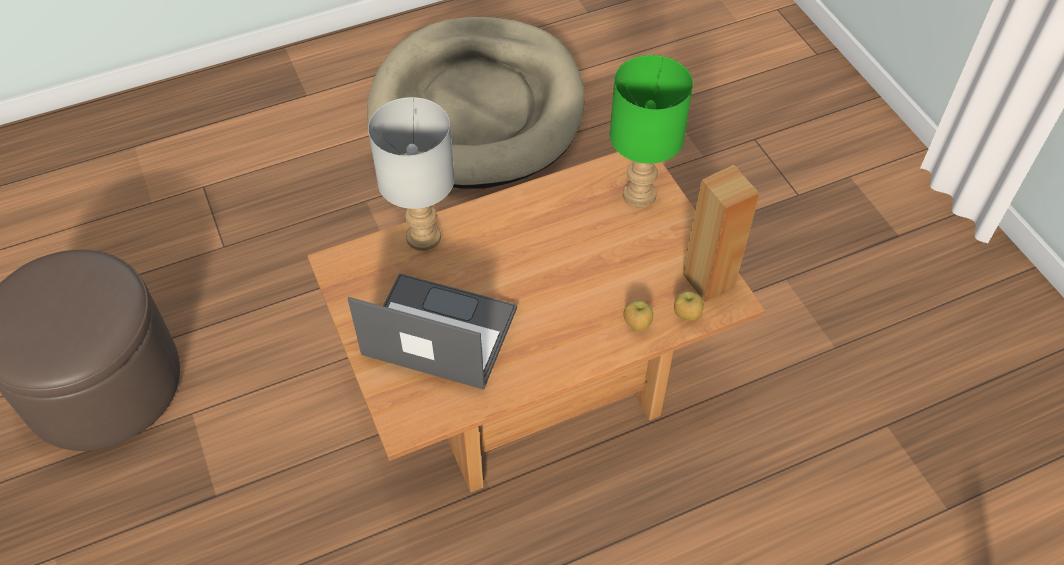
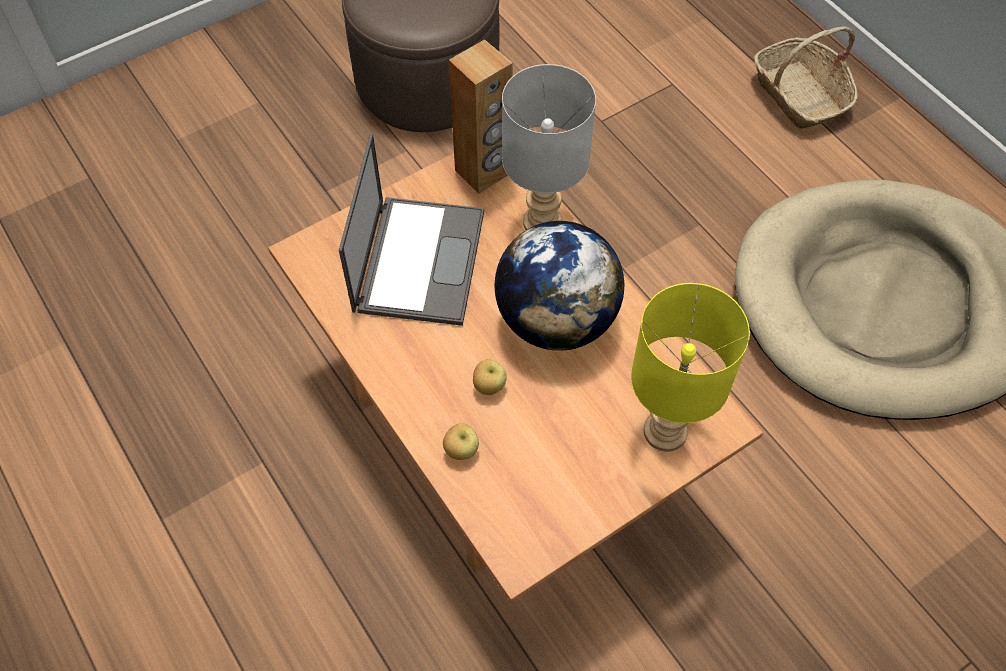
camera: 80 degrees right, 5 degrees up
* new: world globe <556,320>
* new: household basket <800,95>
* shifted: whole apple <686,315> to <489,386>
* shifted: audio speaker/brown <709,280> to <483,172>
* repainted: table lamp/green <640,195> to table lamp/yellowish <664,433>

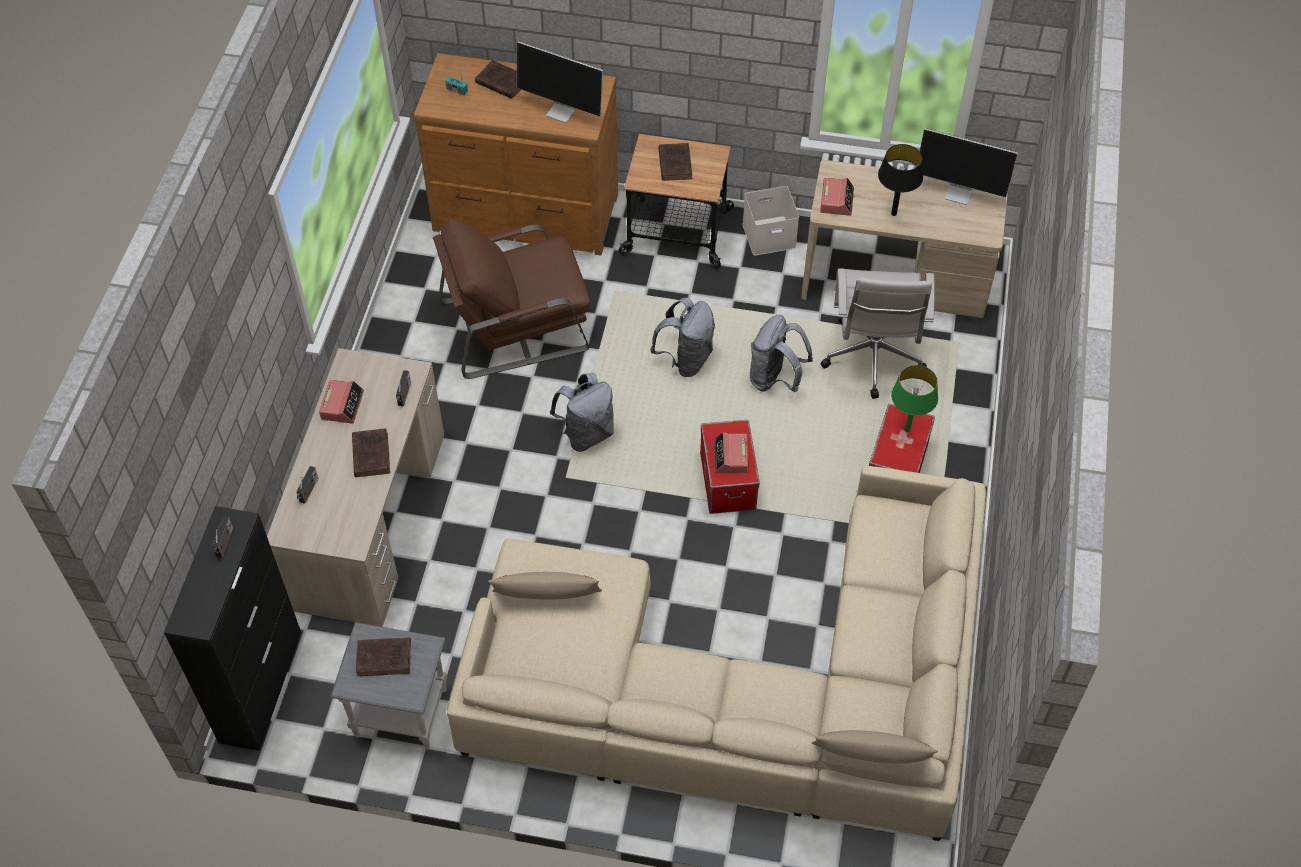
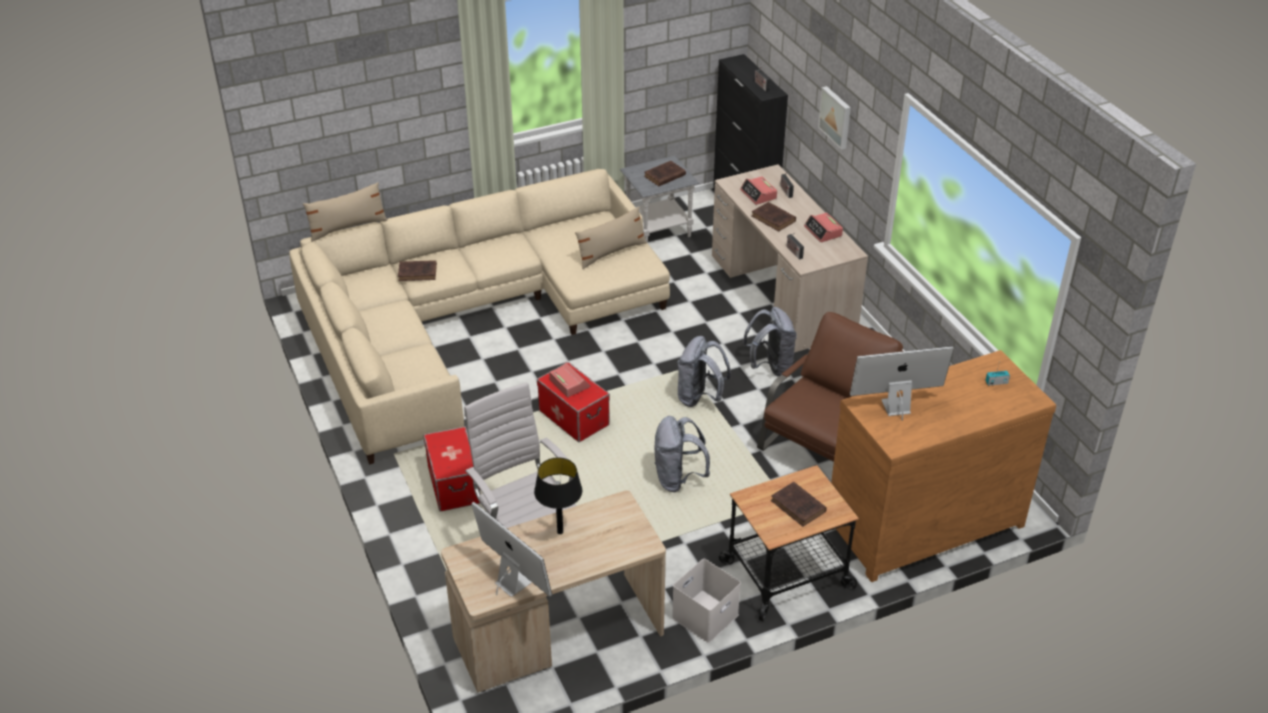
camera: 145 degrees right, 15 degrees down
* gone: table lamp/green <907,429>
* new: wall art <836,117>
* shifted: bound book/brown <501,82> to <418,273>
* shifted: knapsack/greyish <775,379> to <770,366>
* shifted: table clock <836,200> to <758,194>
* rotated: monitor <960,193> = <512,582> 60 degrees clockwise

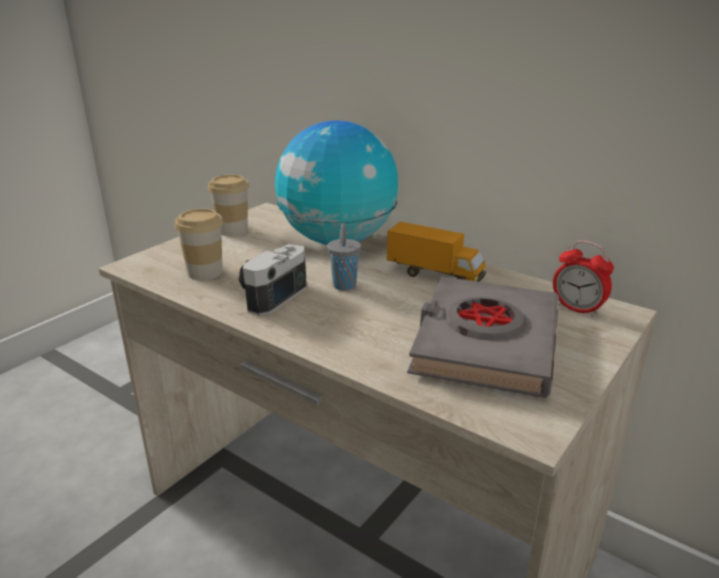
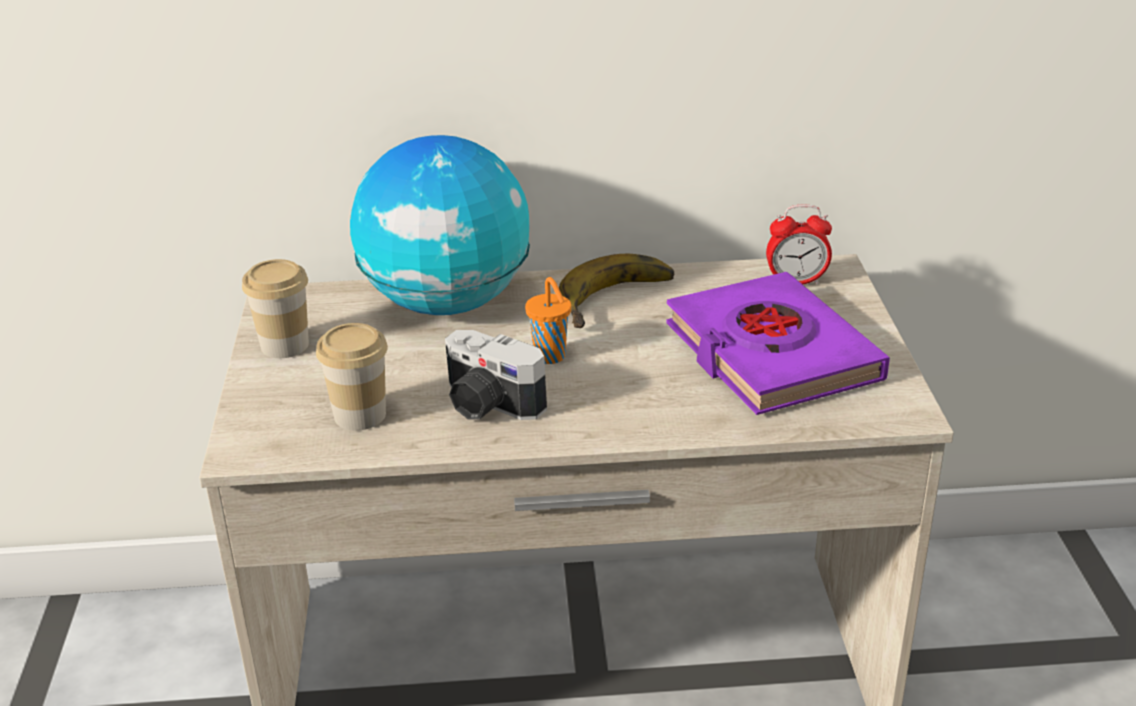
camera: 40 degrees left, 5 degrees up
* swapped: toy truck <435,275> to whole banana <621,301>
* repainted: drinking cup/greyish <344,286> to drinking cup/orange-coloured <551,357>
* repainted: bound book/greyish <485,343> to bound book/purplish <770,354>
* rotated: still camera <269,295> = <487,405> 45 degrees counterclockwise

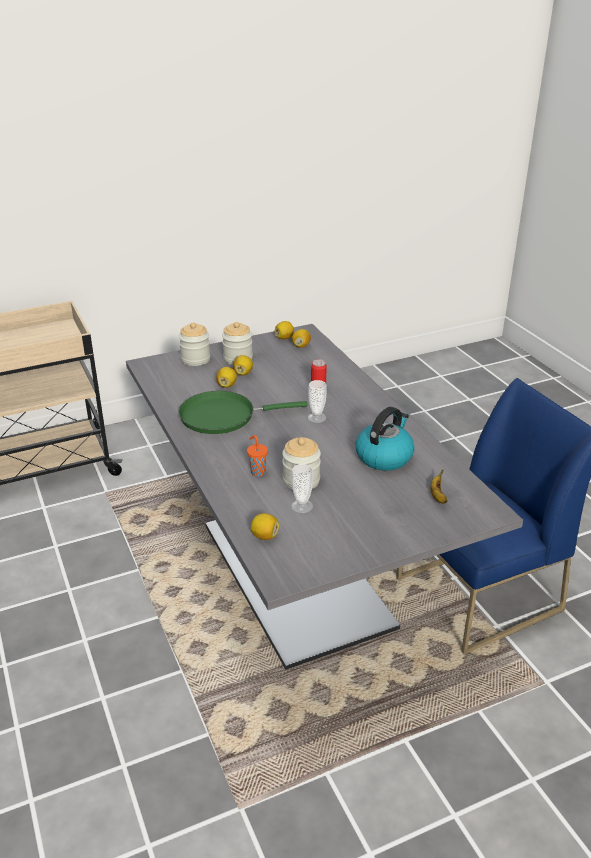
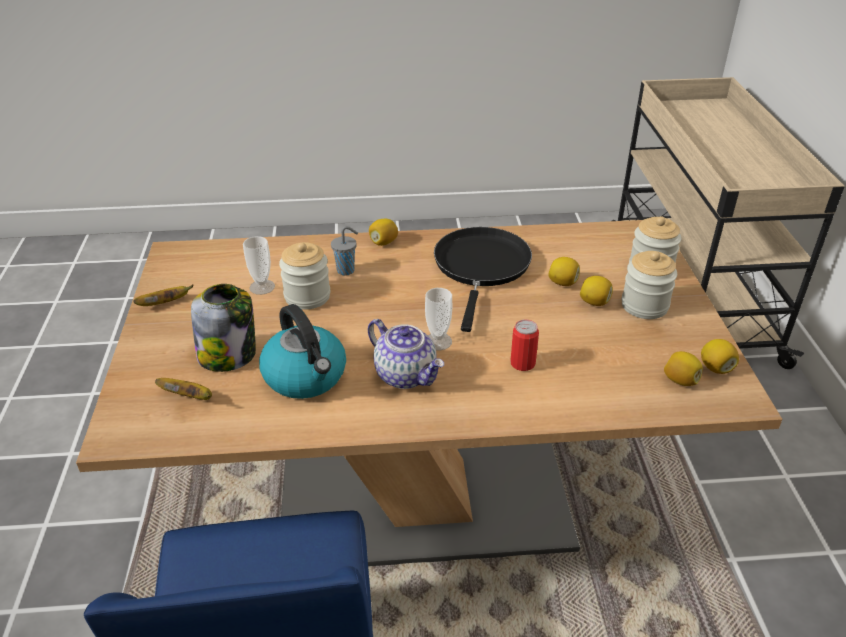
camera: 110 degrees right, 5 degrees up
* new: whole banana <165,303>
* new: jar <228,355>
* new: pot for tea <406,375>
* shifted: lemon <265,536> to <383,242>
* repainted: kitchen table/greyish <295,574> to kitchen table/brown <423,498>
* repainted: skillet/green <223,416> to skillet/black-coloured <481,267>
* repainted: drinking cup/orange-coloured <257,472> to drinking cup/greyish <347,270>

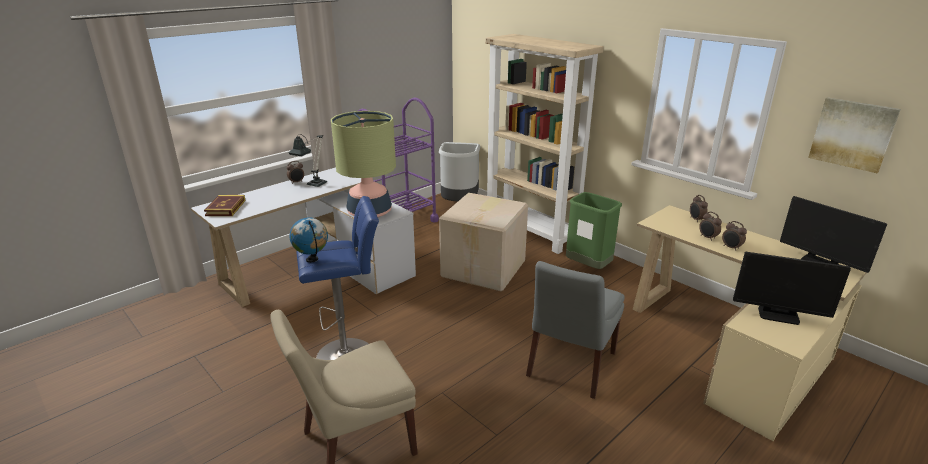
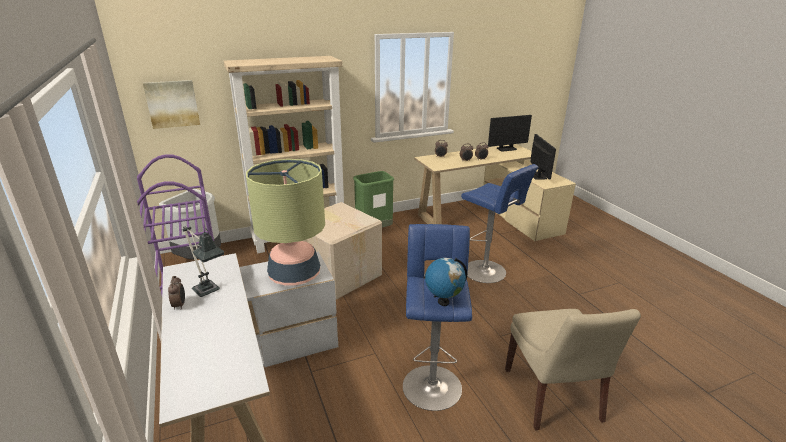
camera: 70 degrees left, 0 degrees up
* gone: bound book <225,208>
* shifted: wall art <852,134> to <172,104>
* swapped: plain chair/greyish <570,366> to sitting stool/blue-coloured <487,272>
* rotated: monitor <778,315> = <537,175> 45 degrees counterclockwise

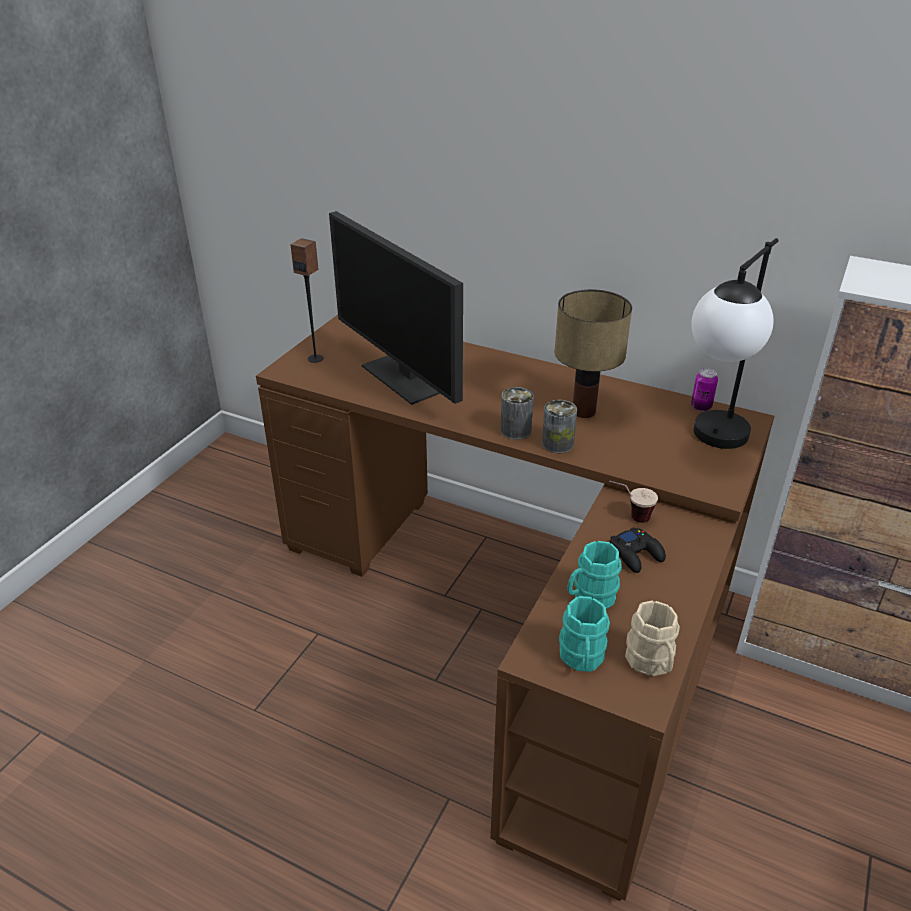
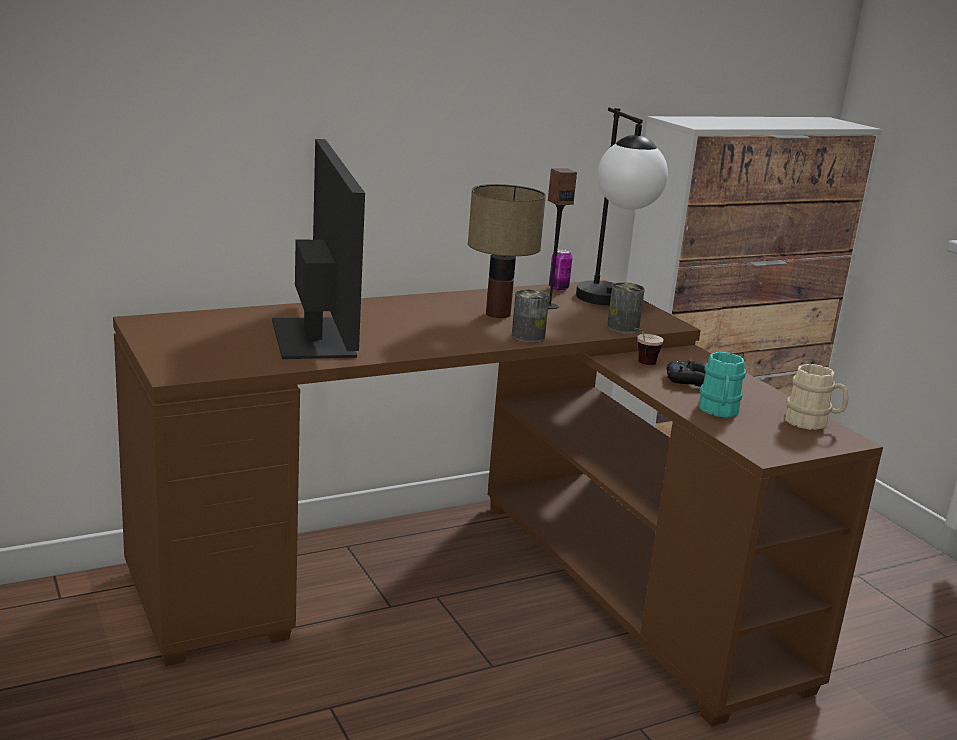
camera: 55 degrees left, 15 degrees down
* gone: coffee mug/turquoise-coloured <581,659>
* shifted: audio speaker <315,358> to <549,306>
* shifted: sealed can <515,430> to <623,328>
* rotated: monitor <409,376> = <313,337> 105 degrees counterclockwise

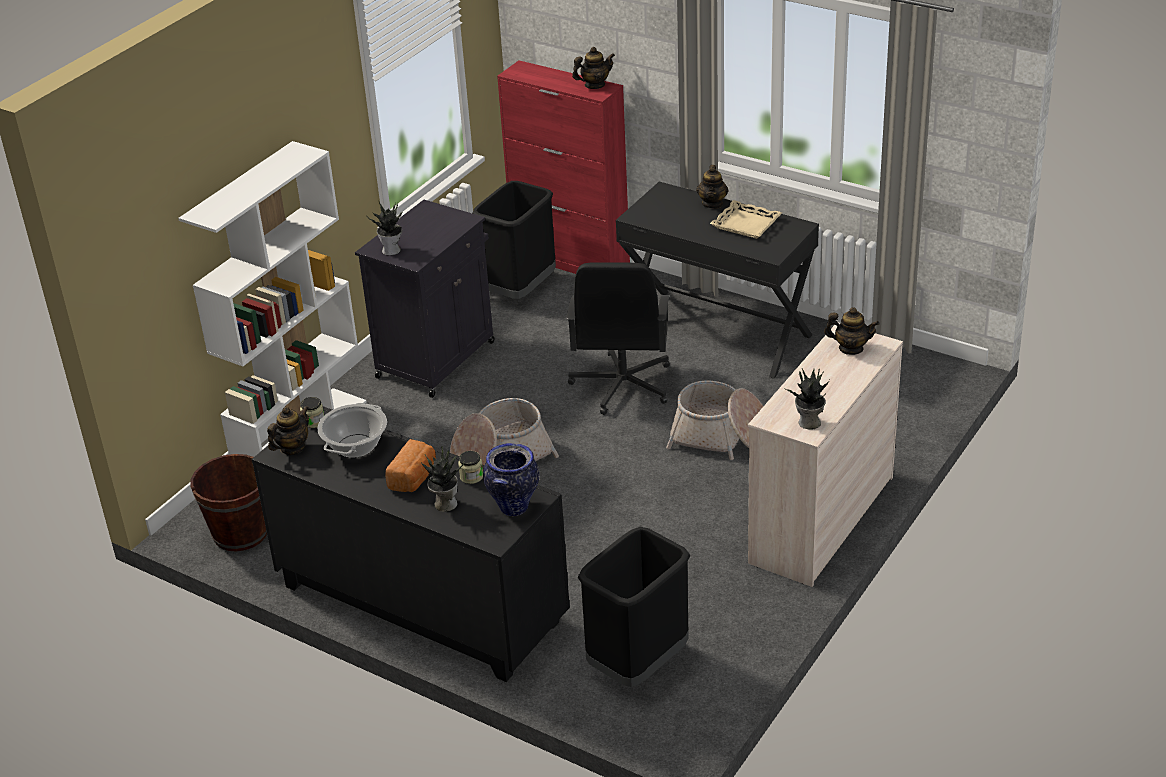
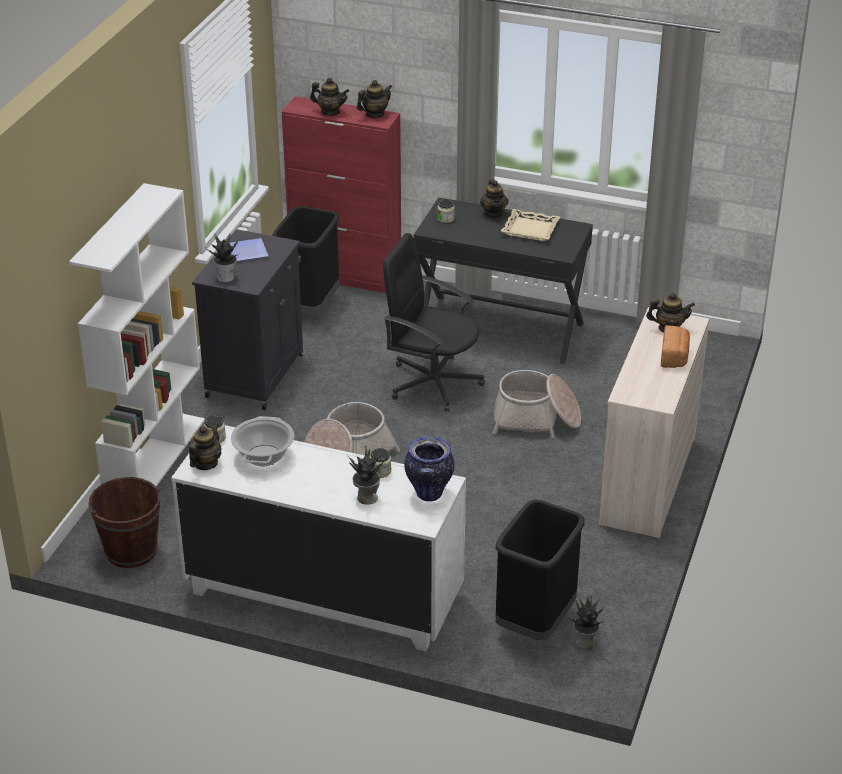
camera: 15 degrees left, 0 degrees up
* new: plate <248,251>
* new: pot for tea <330,112>
* new: jar <445,218>
* shifted: bread <414,478> to <674,357>
* shifted: plant in a pot <809,423> to <585,642>
* repainted: chest of drawers/black-coloured <421,603> to chest of drawers/white-coloured <323,593>
* rotated: computer chair/black-coloured <622,385> = <433,382> 120 degrees clockwise

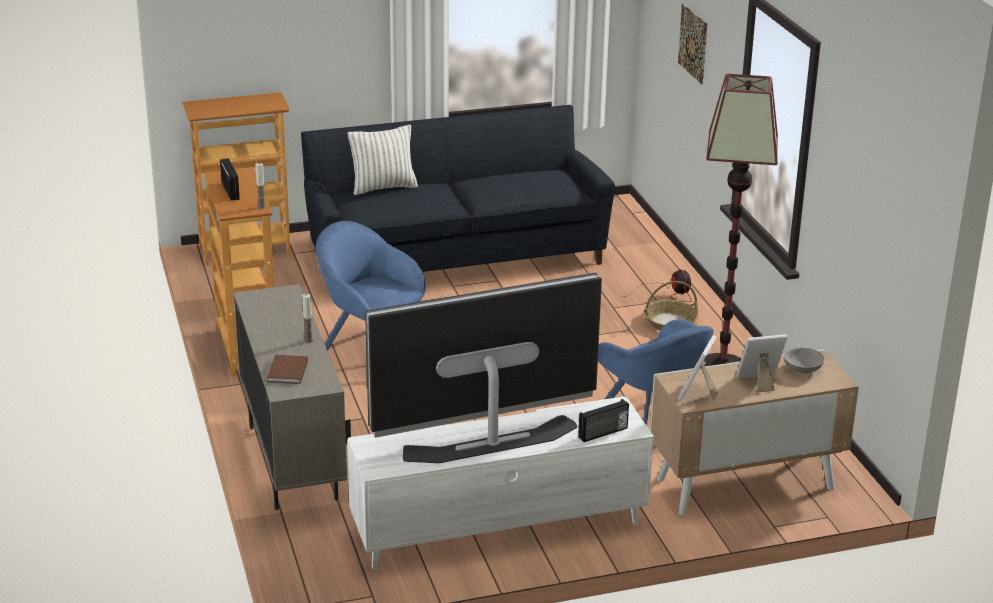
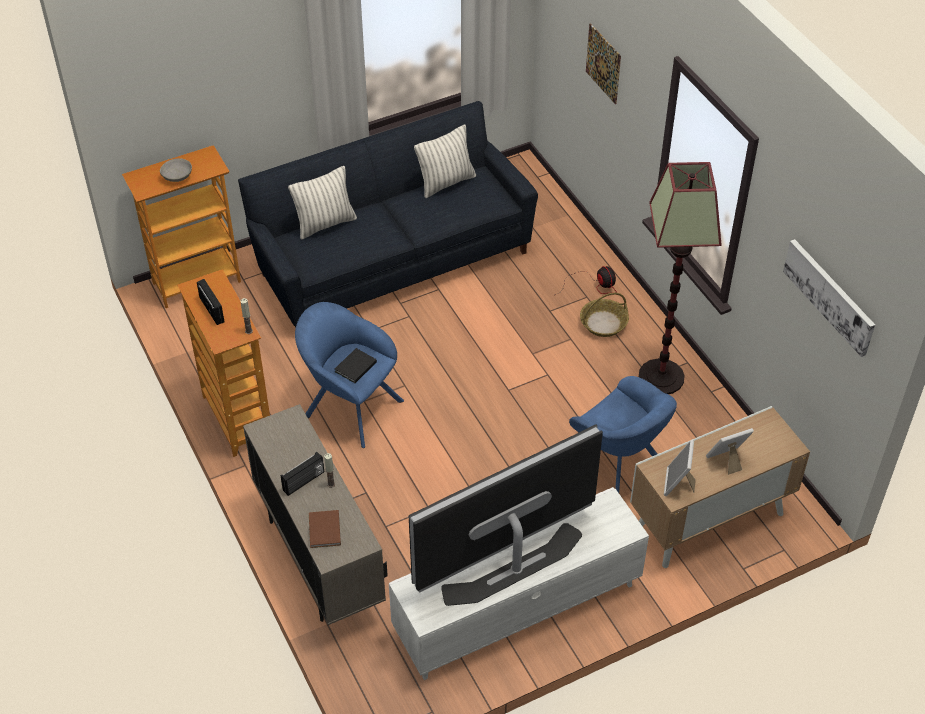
camera: 10 degrees left, 20 degrees up
* new: bound book/black-coloured <354,367>
* new: cushion <446,182>
* new: wall art <830,296>
* shifted: radio receiver <603,433> to <304,481>
* shifted: deep dish/greyish <803,370> to <177,177>

